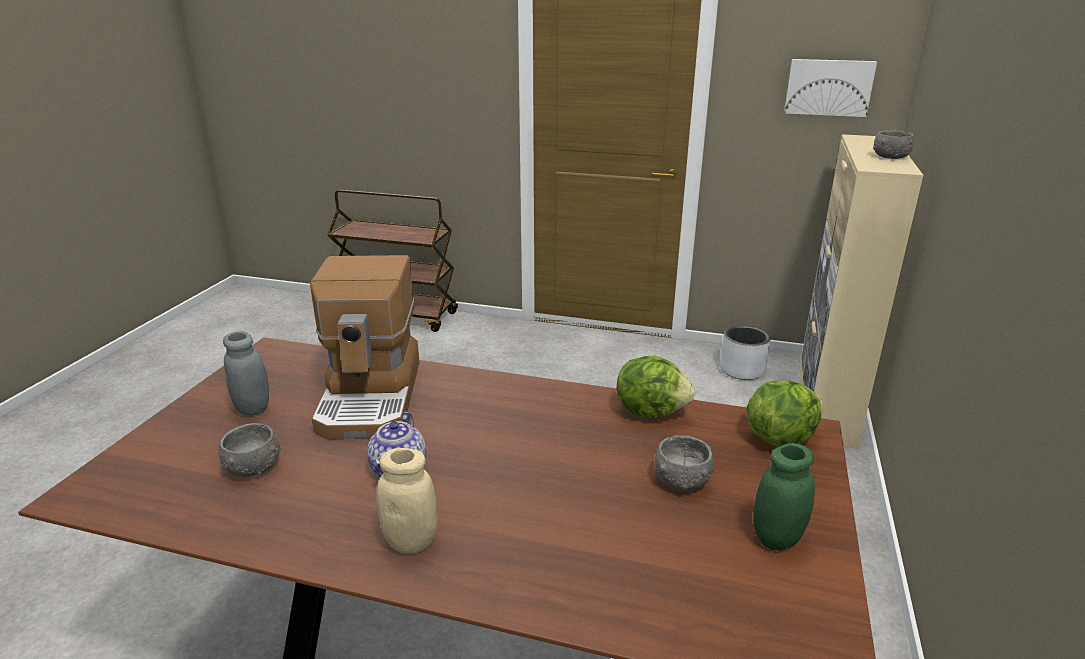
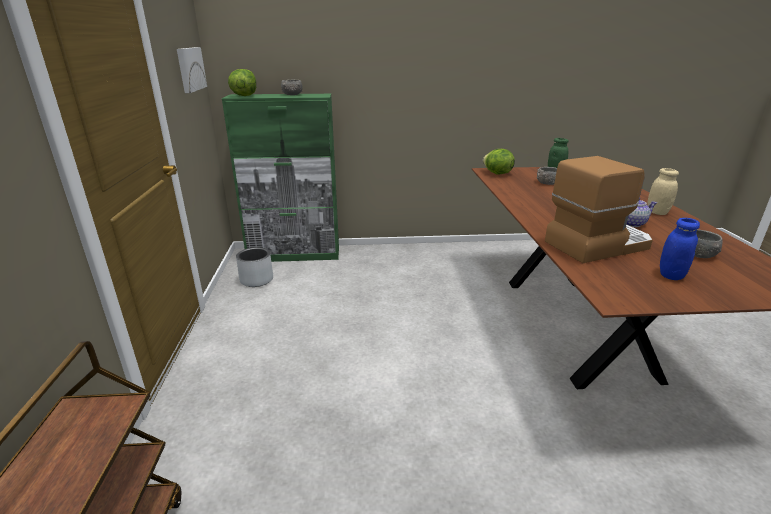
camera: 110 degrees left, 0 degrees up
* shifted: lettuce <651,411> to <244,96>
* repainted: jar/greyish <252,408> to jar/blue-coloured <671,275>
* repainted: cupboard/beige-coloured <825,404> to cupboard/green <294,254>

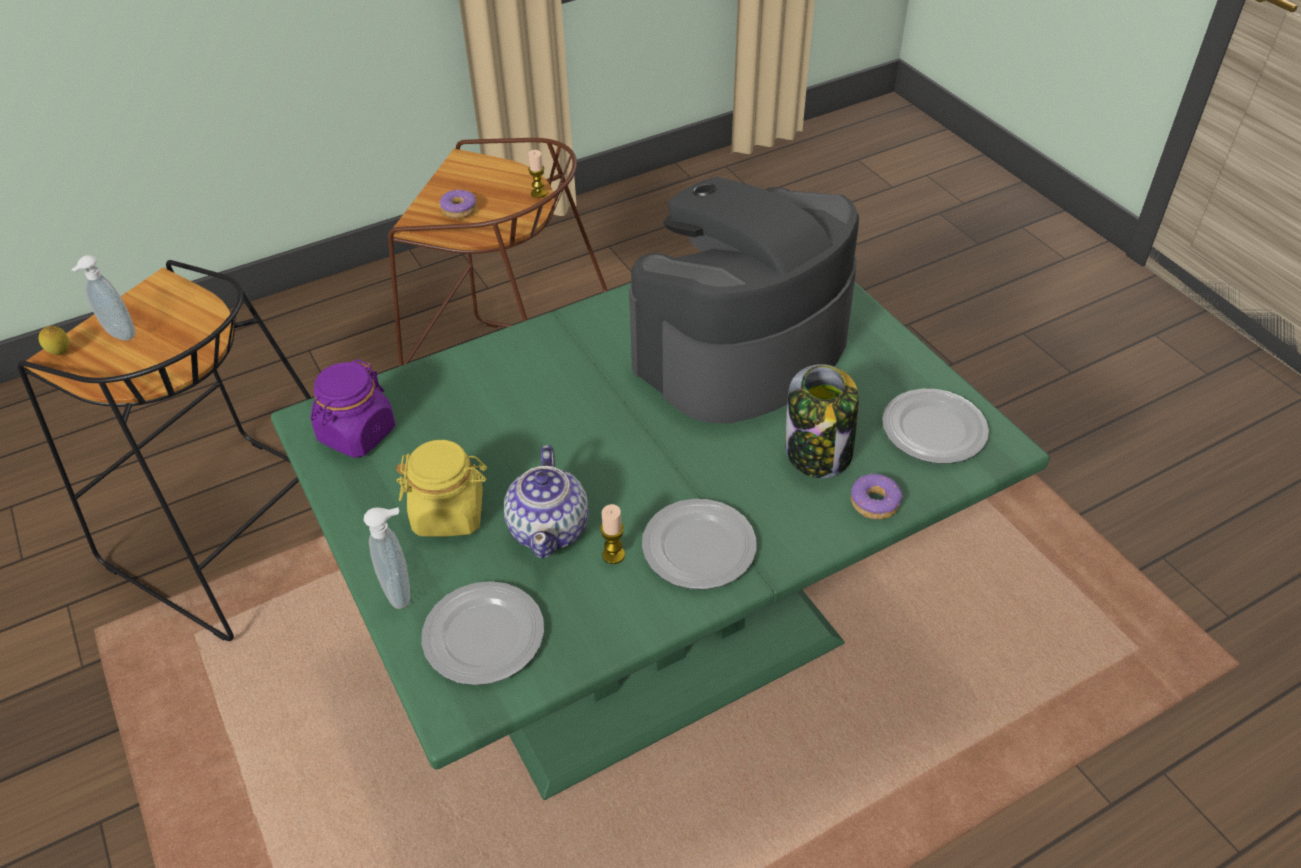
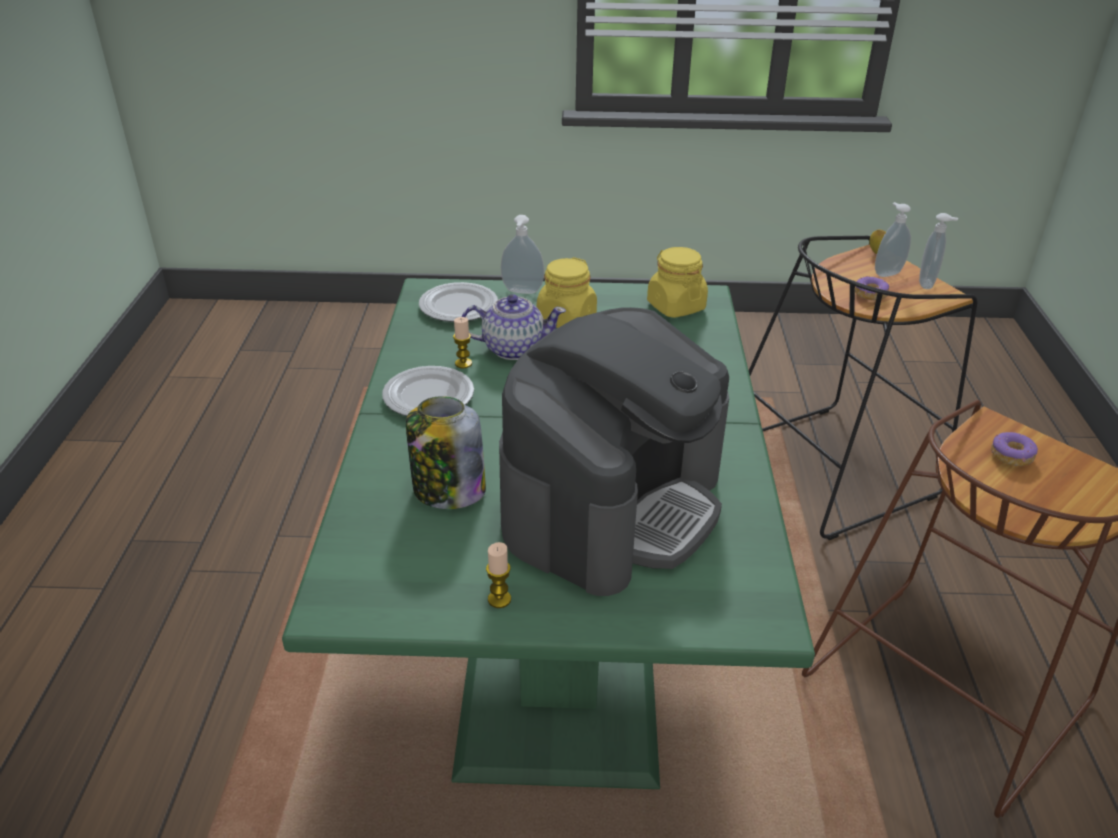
camera: 120 degrees right, 10 degrees down
* gone: plate <932,430>
* new: liquid soap bottle <928,284>
* shifted: wax candle <538,193> to <499,599>
* shifted: ring doughnut <875,503> to <870,294>
* repainted: jar/purplish <357,434> to jar/yellowish <675,306>
* rotated: pot for tea <550,528> = <513,348> 150 degrees clockwise
* rotated: coffee maker <740,350> = <613,505> 45 degrees clockwise

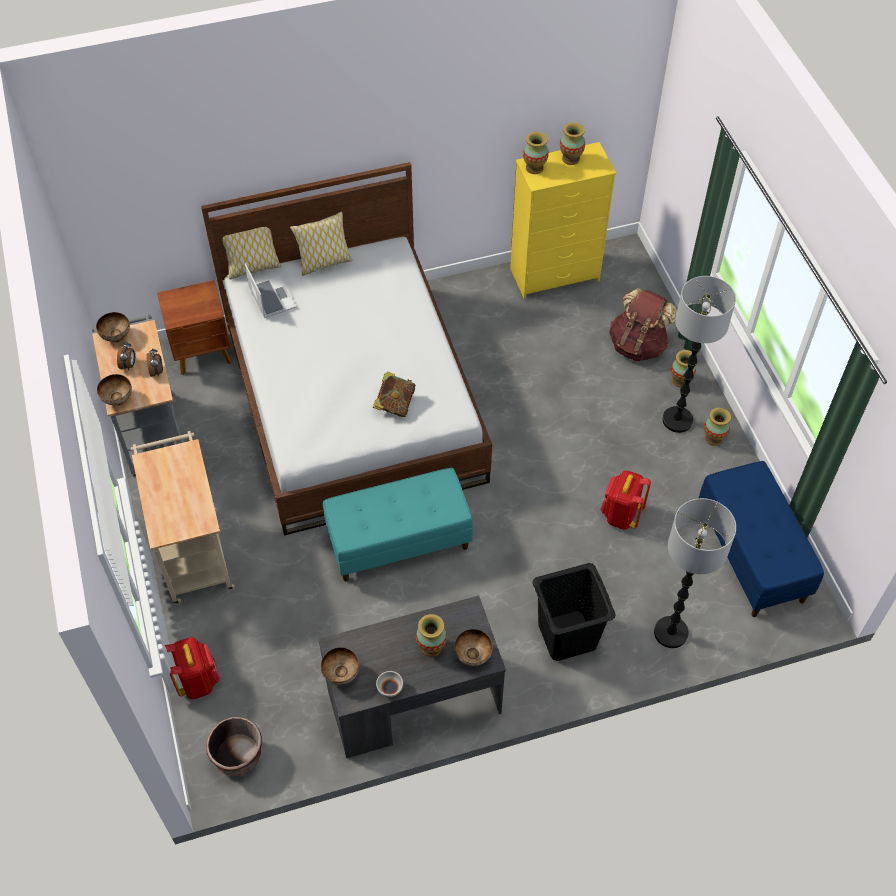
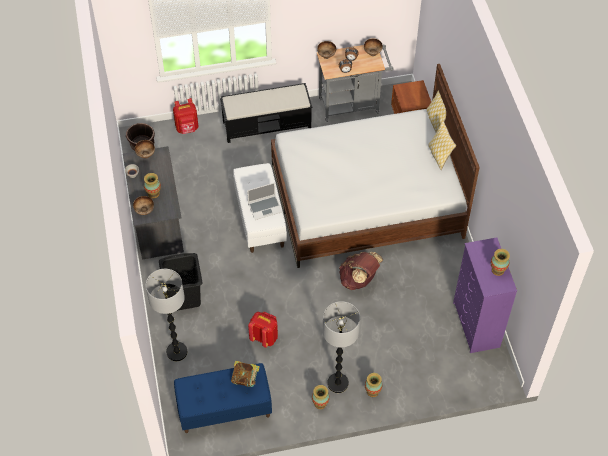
camera: 95 degrees right, 0 degrees up
* gone: vase <534,168>
* shifted: portable computer <271,298> to <265,207>
* shifted: bound book <395,404> to <245,378>
* shifted: knapsack/brown <638,345> to <359,280>
* swapped: trolley/beige-coloured <193,550> to bench/black-coloured <267,125>
* repainted: bench/turquoise-coloured <399,541> to bench/white-coloured <260,219>
* repainted: chest of drawers/yellowish <555,275> to chest of drawers/purplish <475,325>

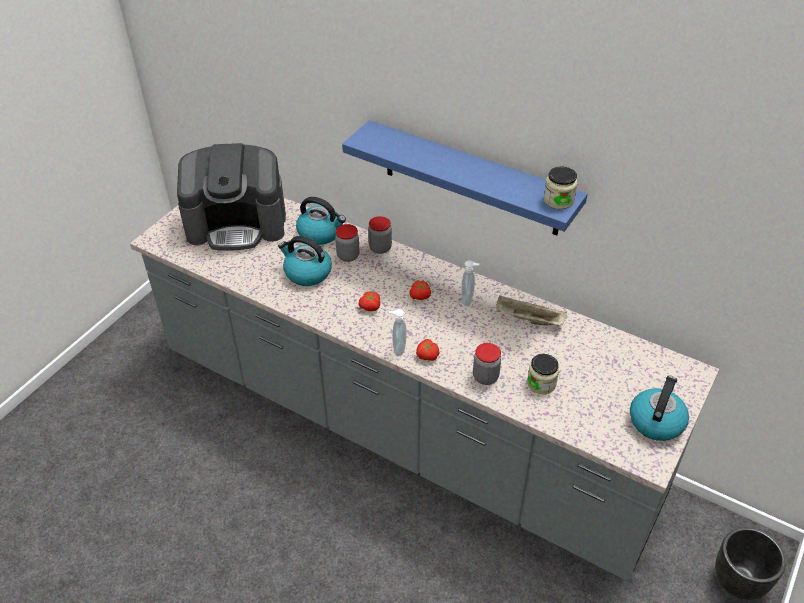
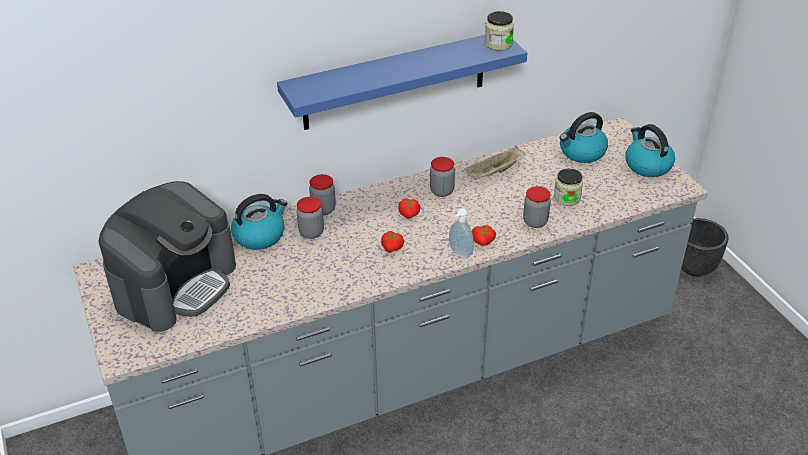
camera: 55 degrees left, 5 degrees down
* shifted: water kettle <307,273> to <581,152>
* swapped: liquid soap bottle <468,300> to jar <442,191>

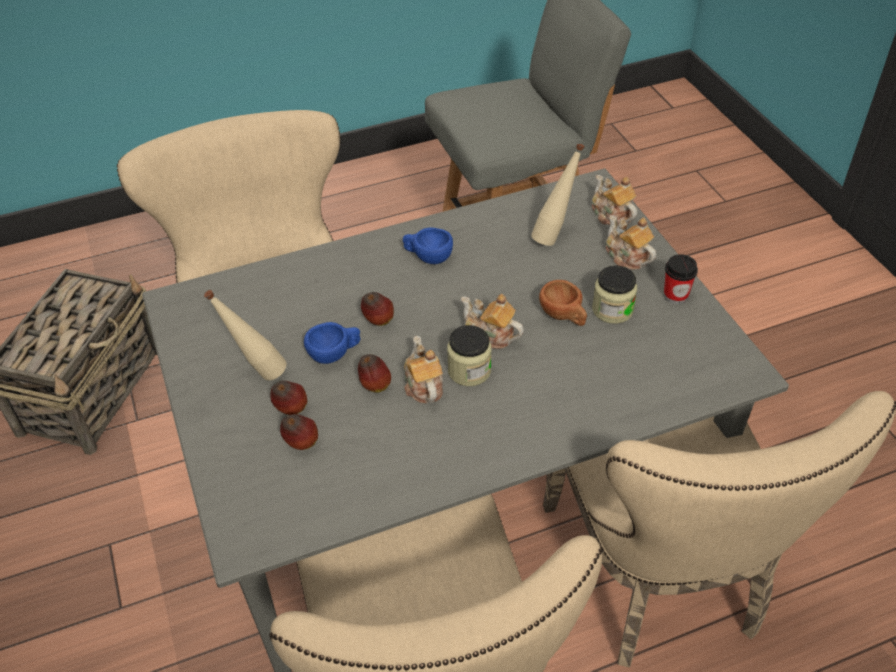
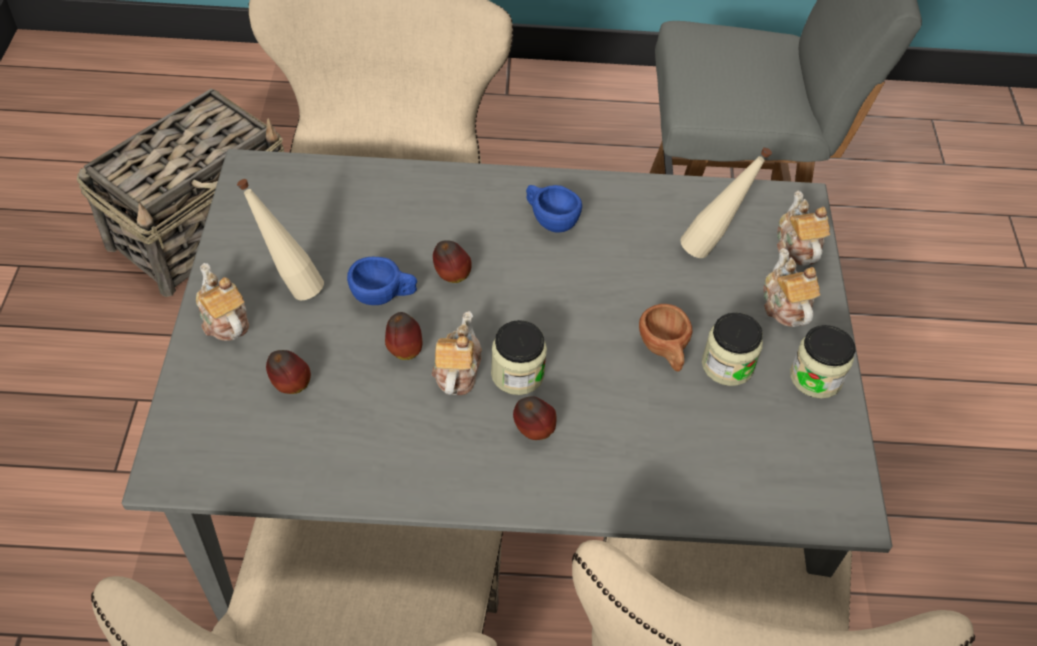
camera: 20 degrees right, 5 degrees up
* shifted: whole apple <291,410> to <533,432>
* shifted: pot for tea <489,335> to <224,320>
* swapped: drinking cup <675,296> to jar <815,377>

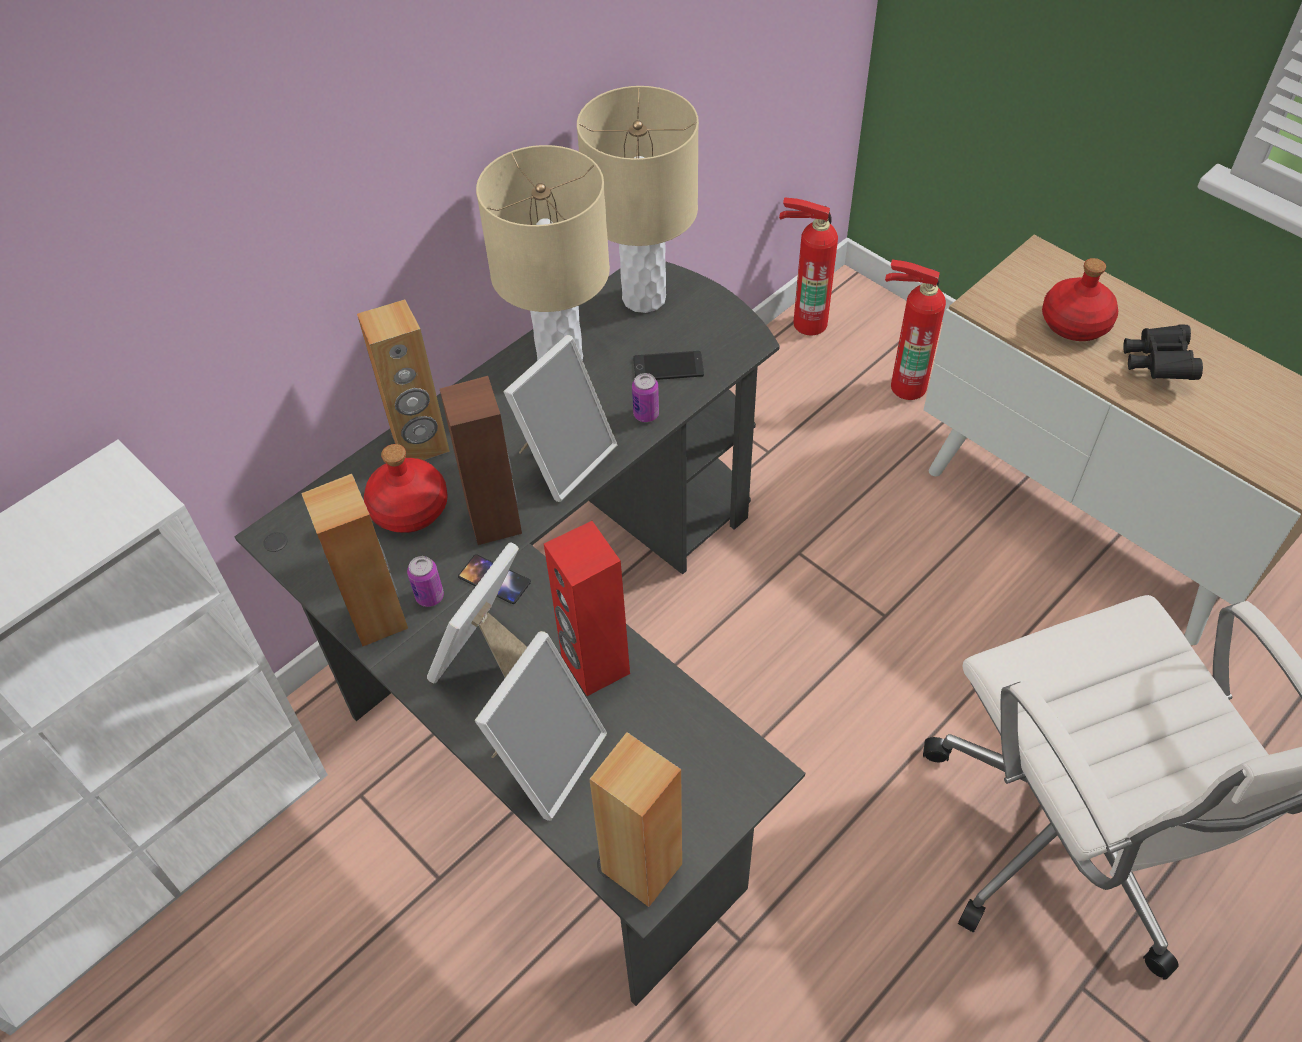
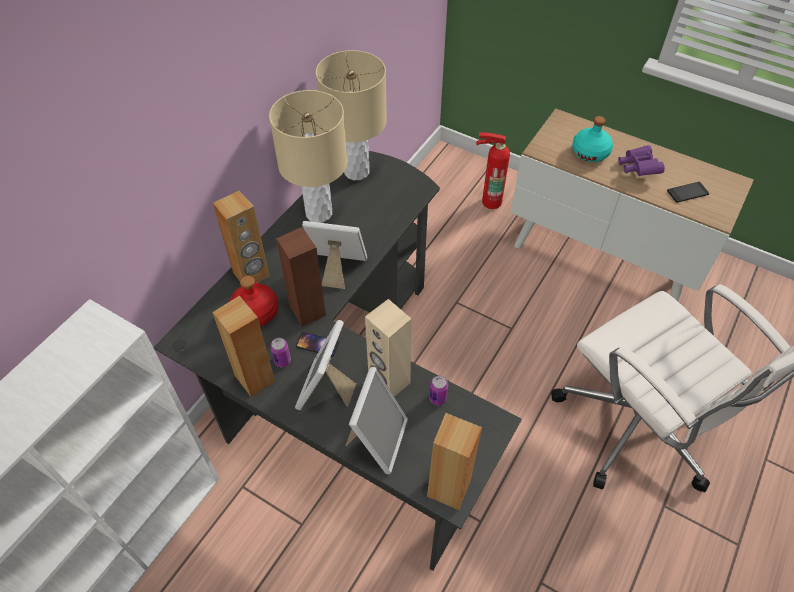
camera: 15 degrees left, 0 degrees up
* gone: fire-fighting cylinder <807,321>
* shifted: sealed can <646,414> to <437,398>
* shifted: telephone <668,367> to <687,192>
* repainted: audio speaker/red <594,665> to audio speaker/beige-coloured <389,382>
* repainted: beverage bottle/red <1075,322> to beverage bottle/turquoise-coloured <590,152>
* repainted: pair of binoculars/black-coloured <1157,364> to pair of binoculars/purplish <637,168>
* rotated: standing frame <563,458> = <337,269> 105 degrees counterclockwise

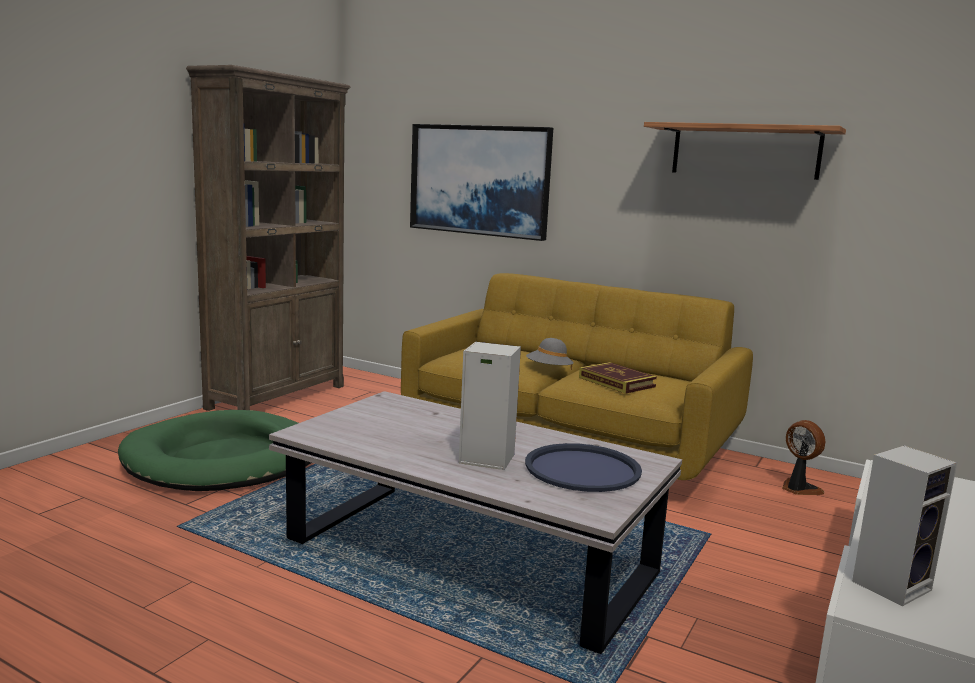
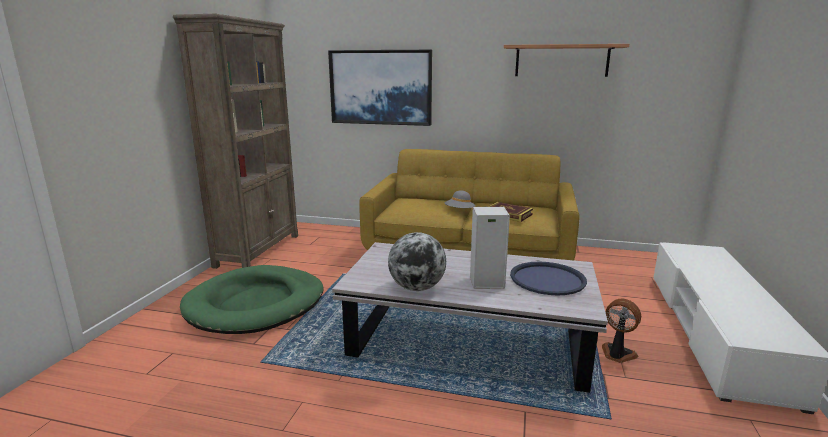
camera: 15 degrees left, 5 degrees up
* gone: audio speaker <891,584>
* new: world globe <416,288>
* shifted: cooling fan <798,489> to <617,354>

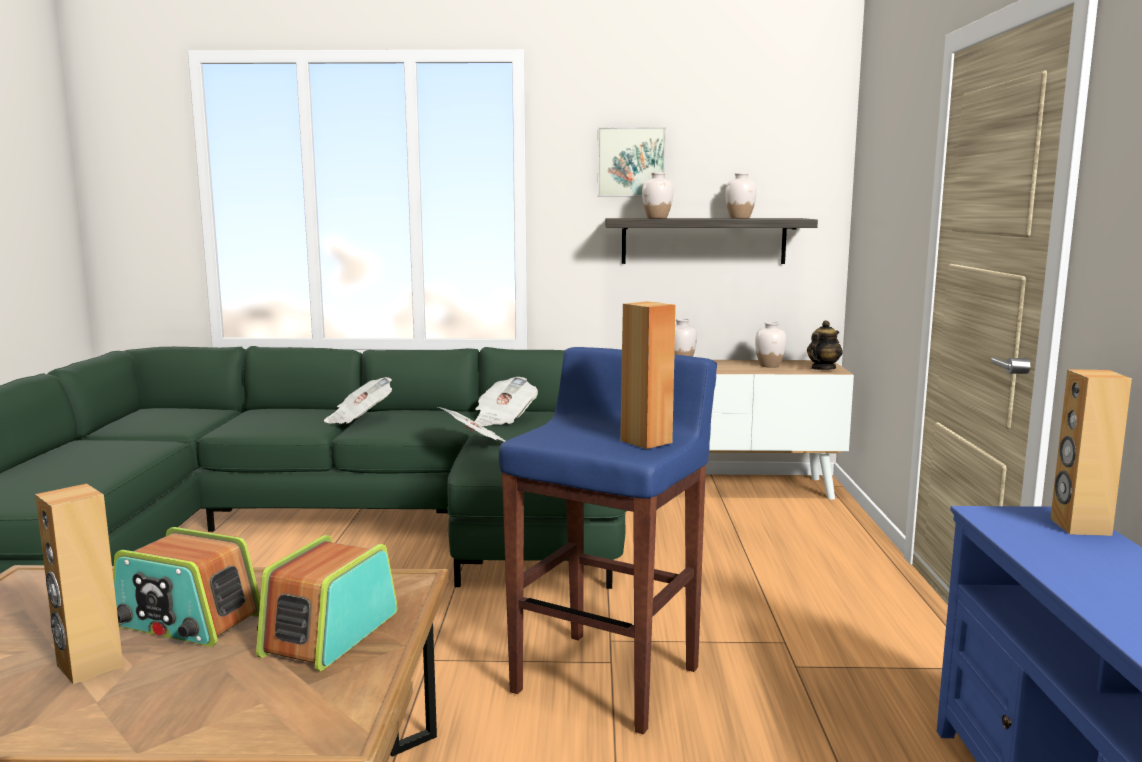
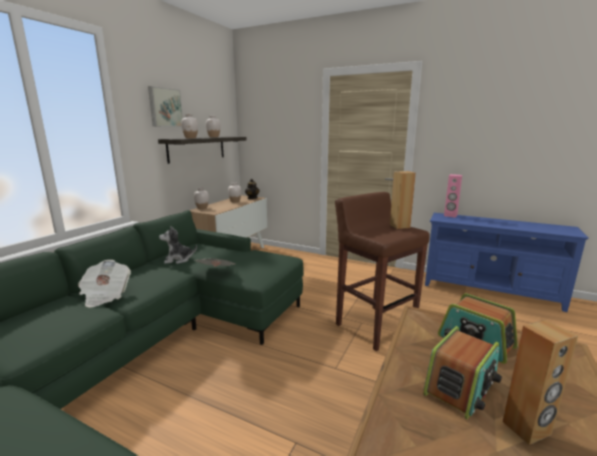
camera: 65 degrees left, 5 degrees up
* swapped: newspaper <503,419> to cuddly toy <178,259>
* repainted: sitting stool/blue-coloured <608,679> to sitting stool/brown <374,326>
* repainted: audio speaker/brown <1079,527> to audio speaker/pinkish <450,215>

